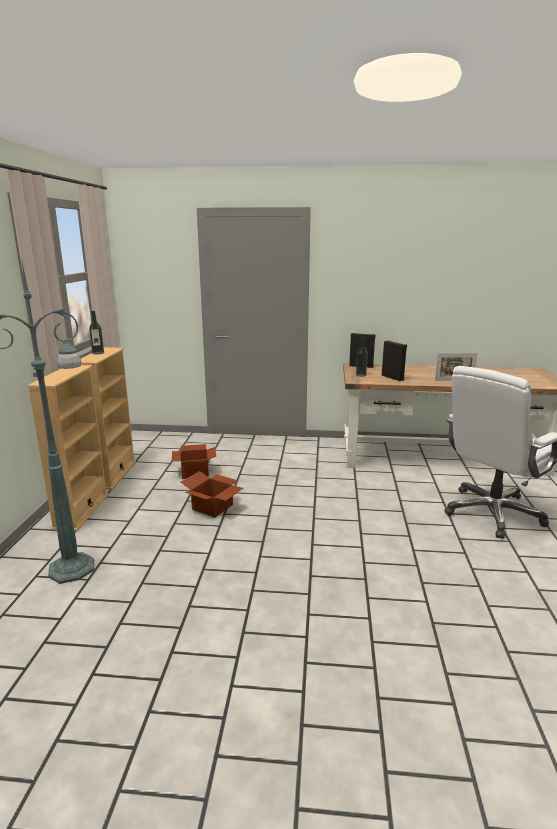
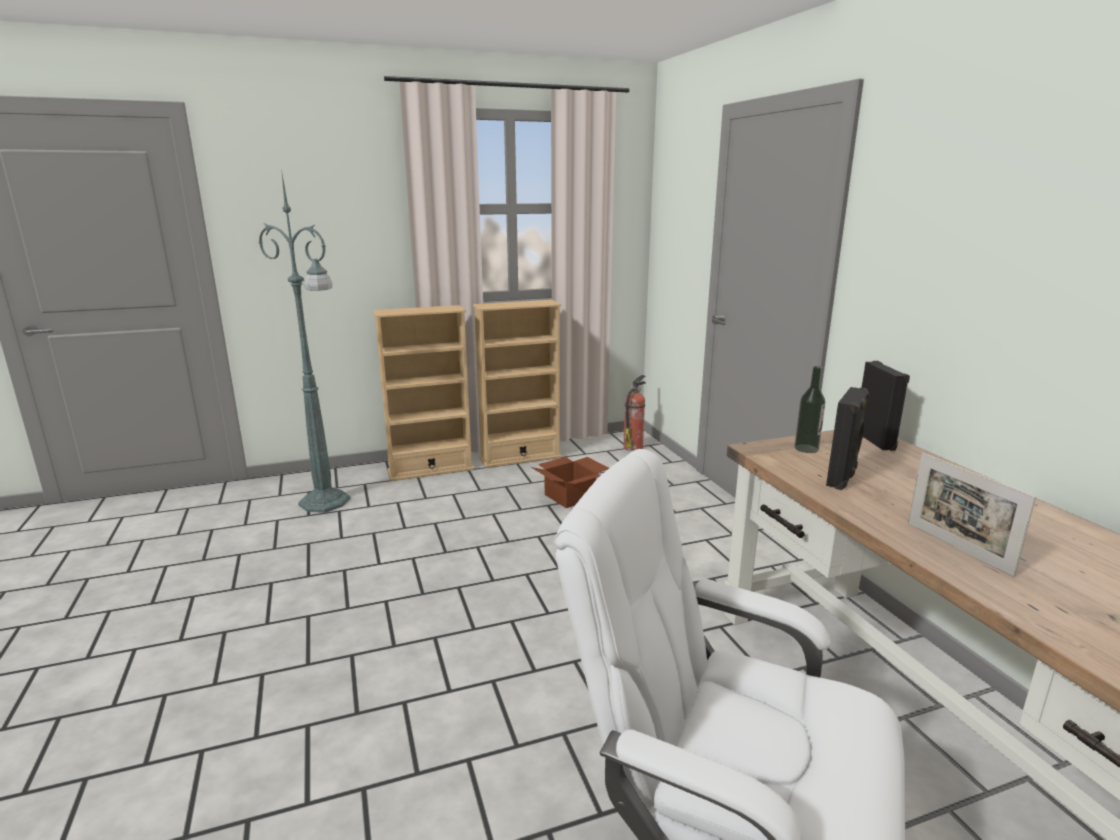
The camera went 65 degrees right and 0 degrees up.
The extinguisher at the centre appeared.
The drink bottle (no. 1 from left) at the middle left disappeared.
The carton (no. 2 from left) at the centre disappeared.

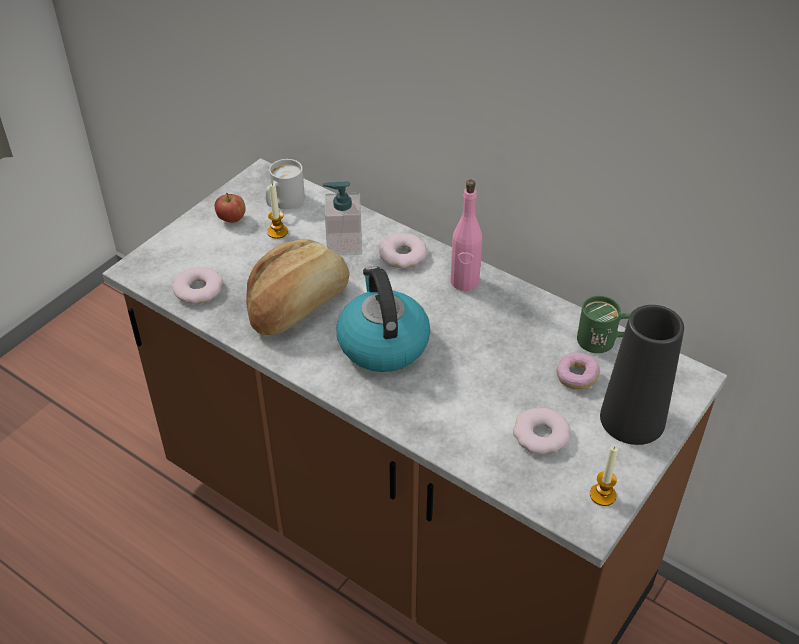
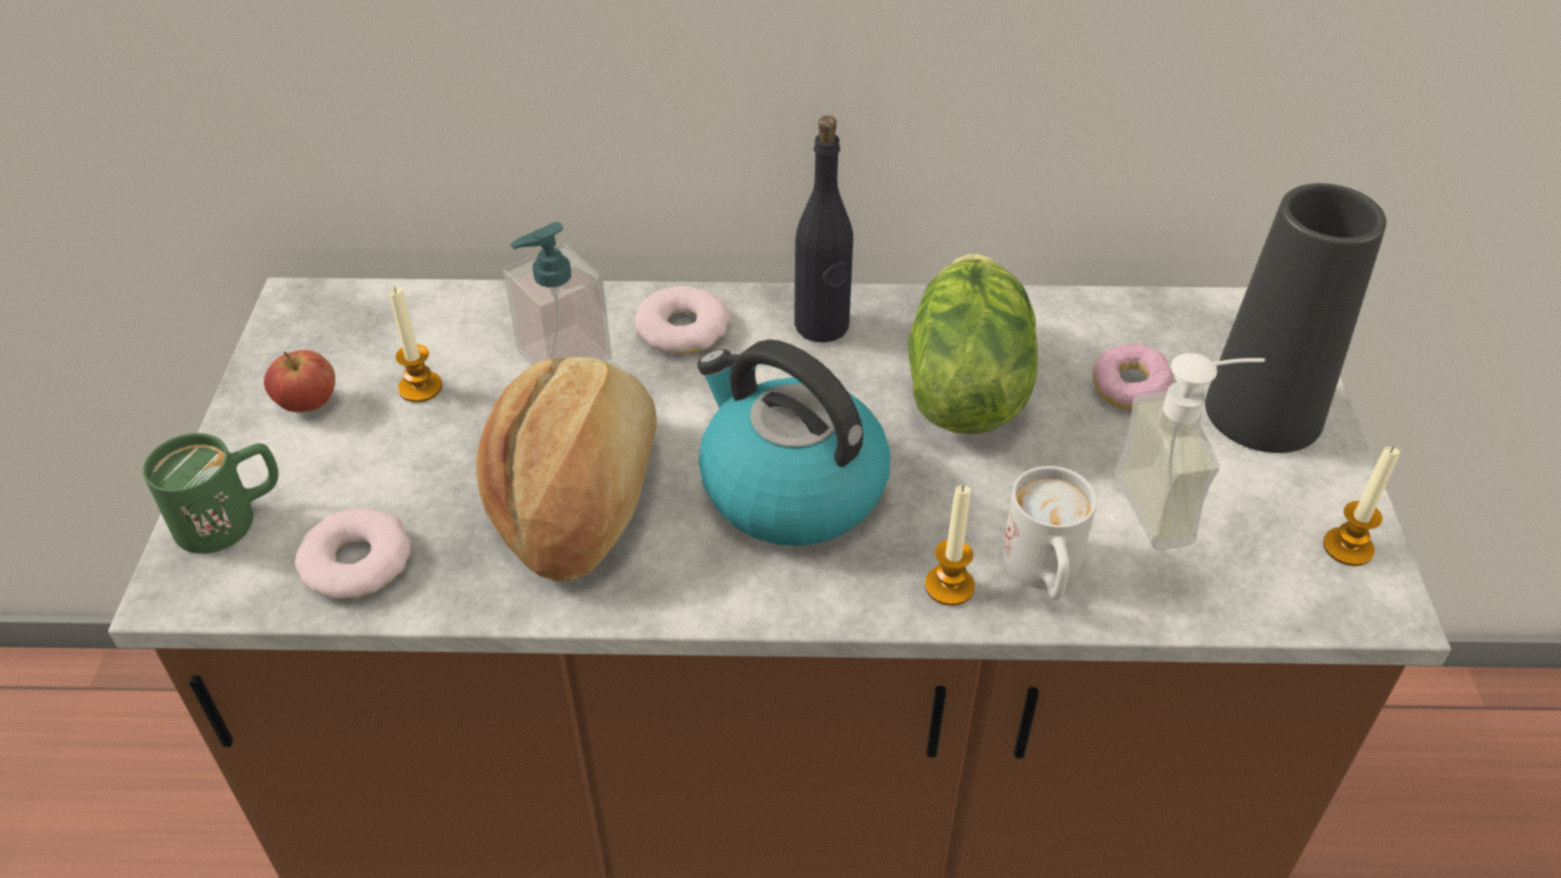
The camera went 35 degrees left and 0 degrees up.
The tea mug/green moved from the middle right to the middle left.
The drink bottle/pink at the centre became the drink bottle/black-coloured at the top centre.
The lettuce at the centre appeared.
The wax light (no. 2 from left) at the centre appeared.
The tea mug/white-coloured moved from the top centre to the middle right.
The donut (no. 3 from left) at the bottom right was replaced by the liquid soap bottle (no. 2 from left) at the middle right.

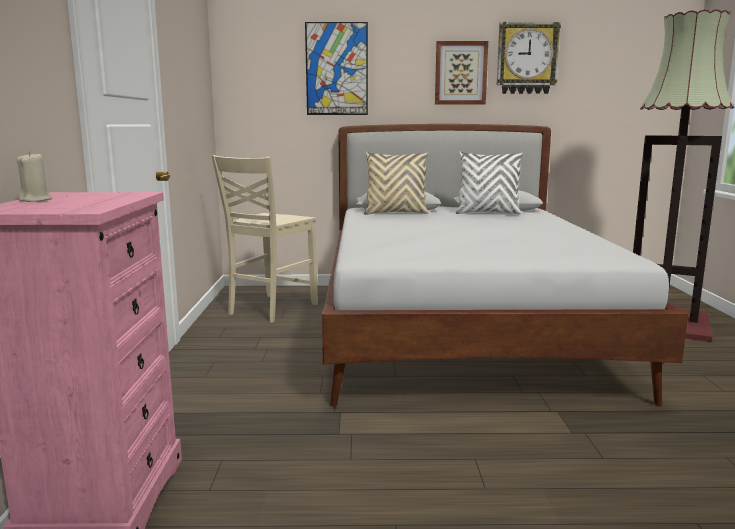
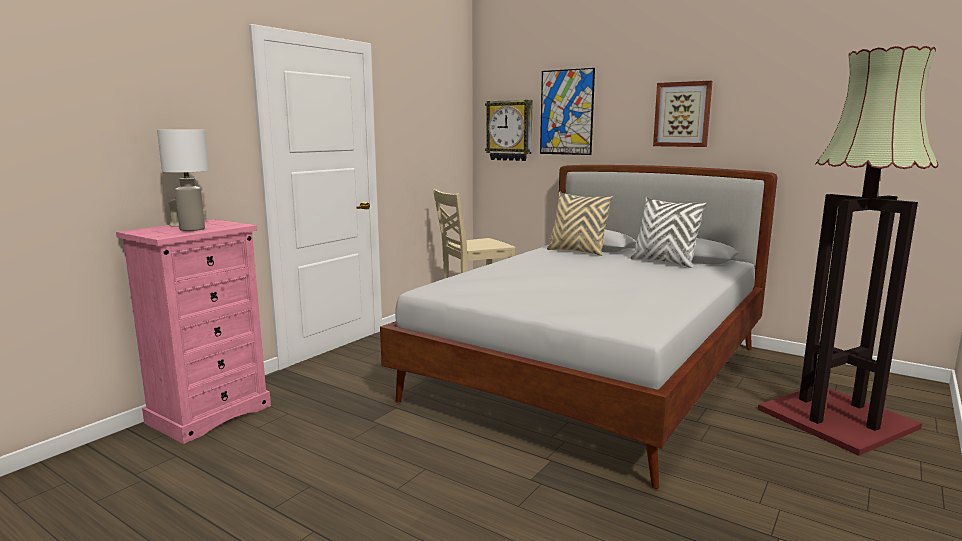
The camera went 35 degrees right and 0 degrees up.
The table lamp/white-coloured at the top left appeared.
The clock on the wall moved from the top right to the top centre.

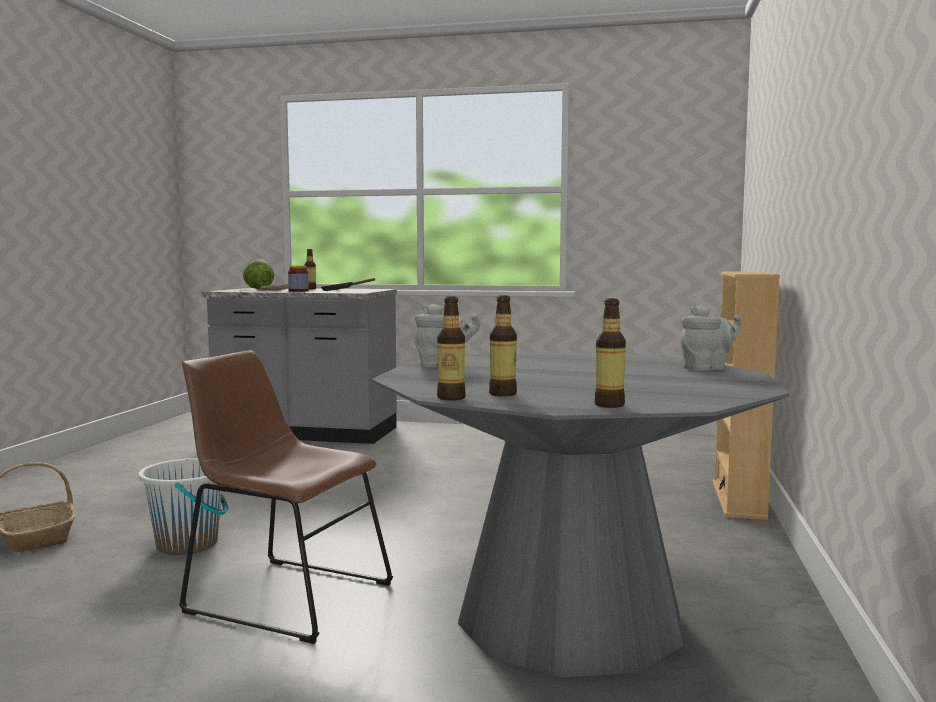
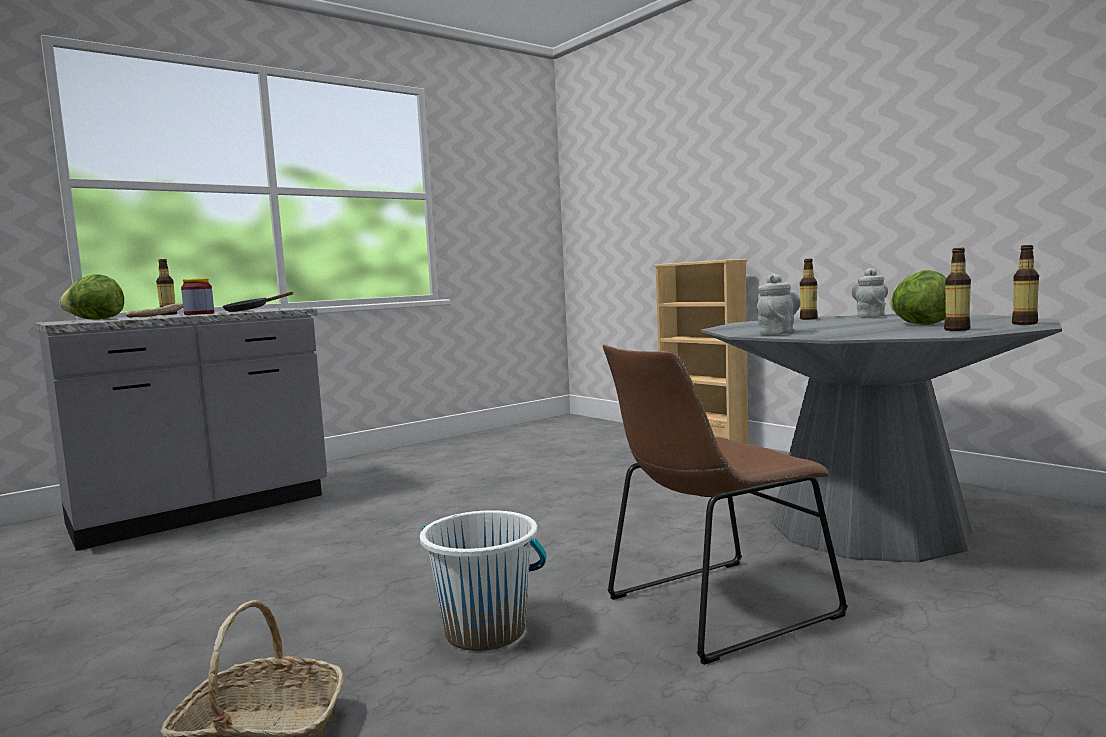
The camera went 50 degrees left and 0 degrees up.
The drink bottle (no. 2 from left) moved from the centre to the middle right.
The lettuce (no. 2 from left) at the middle right appeared.

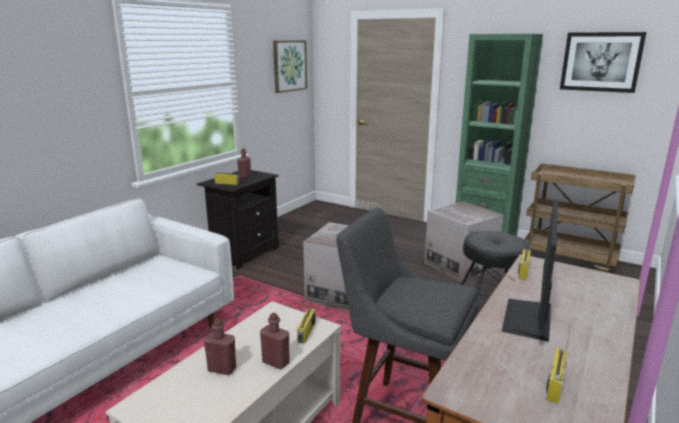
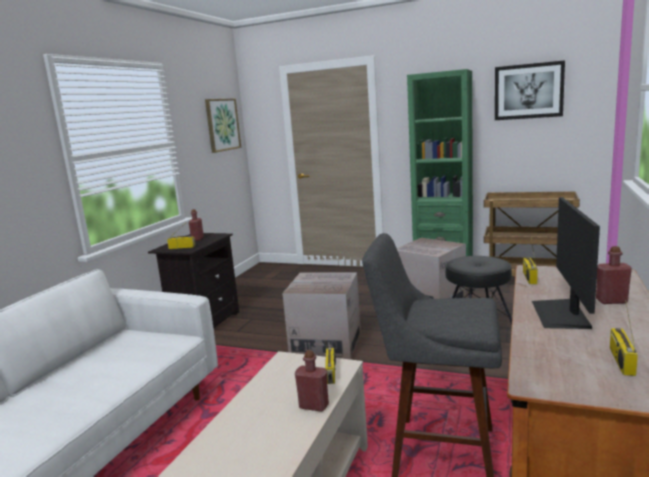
The camera went 10 degrees left and 5 degrees down.
The drink bottle/red-coloured (no. 1 from left in the first image) moved from the bottom left to the middle right.

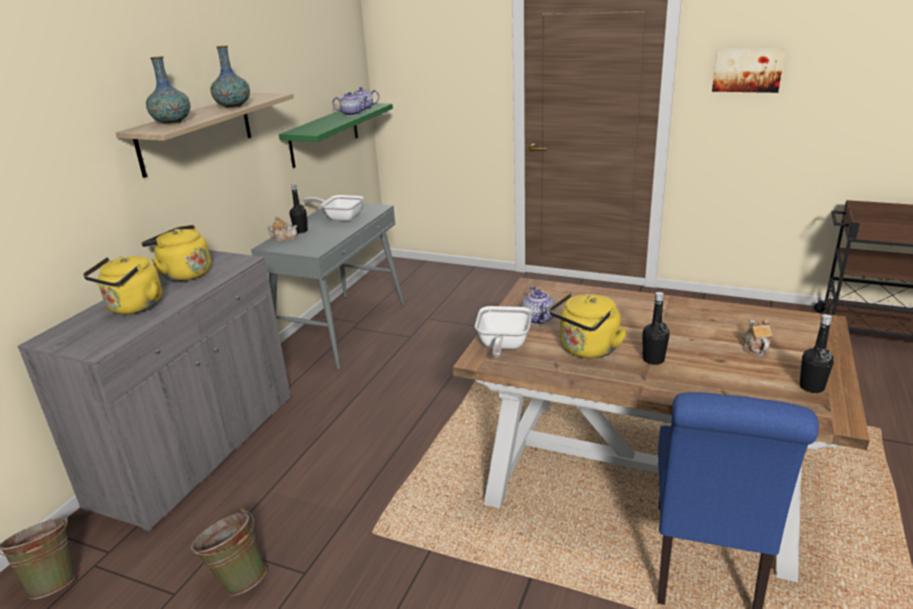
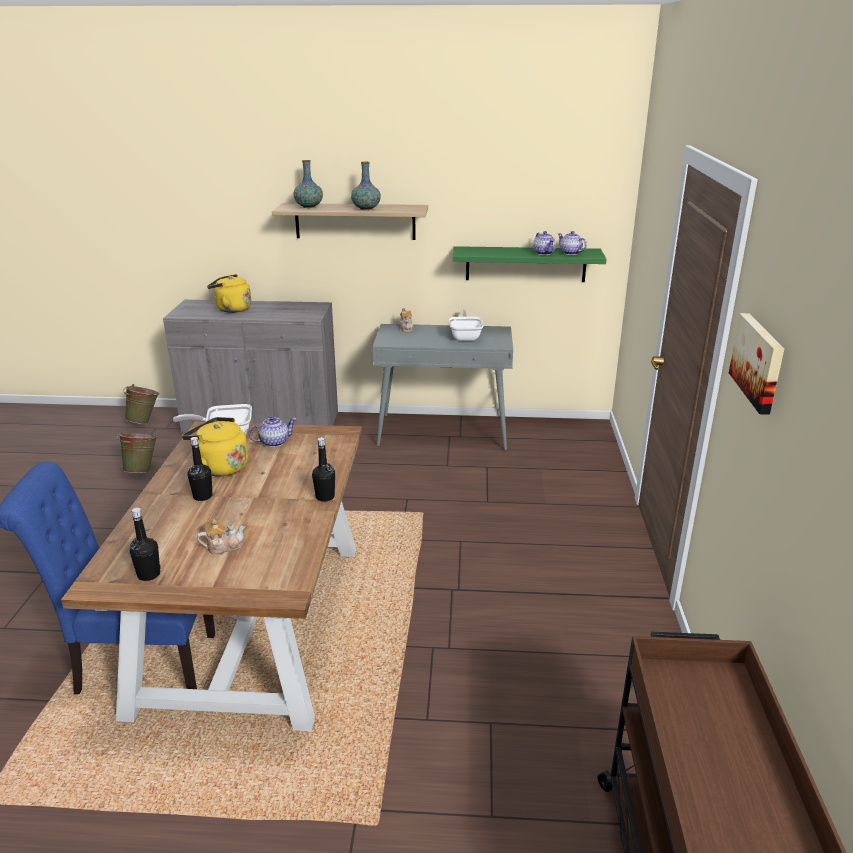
The camera went 70 degrees right and 0 degrees up.
The drink bottle/black-coloured (no. 1 from left in the first image) moved from the middle left to the centre.
The water kettle/yellowish (no. 2 from left) at the middle left disappeared.

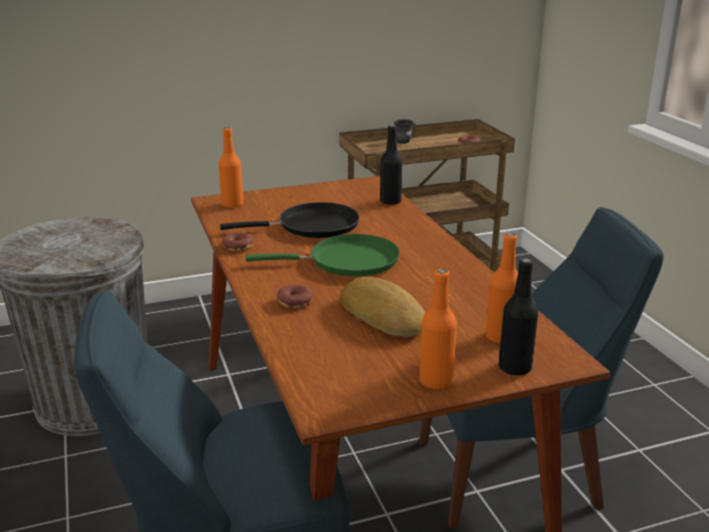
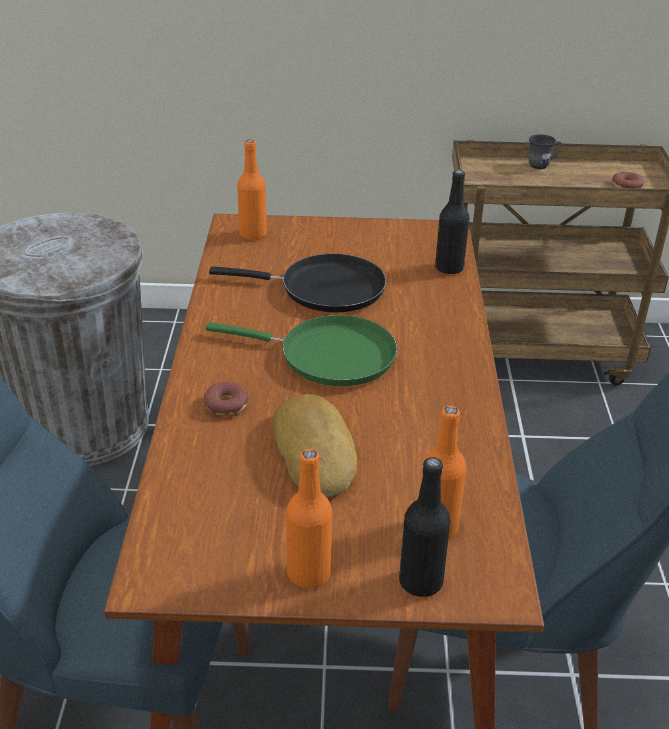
The camera went 20 degrees right and 10 degrees up.
The donut (no. 1 from left) at the centre disappeared.

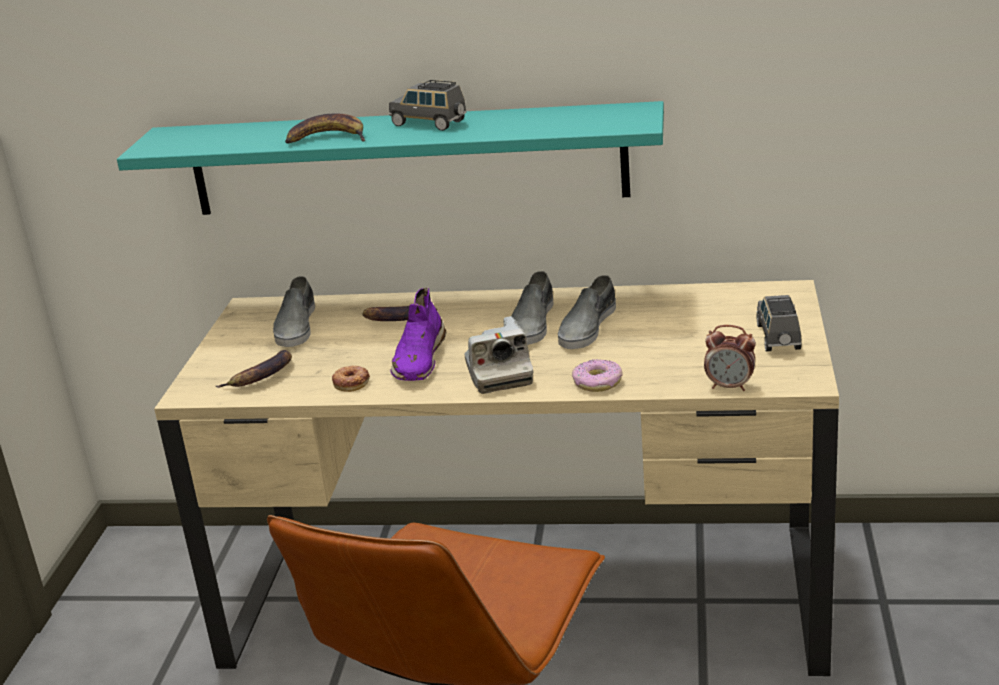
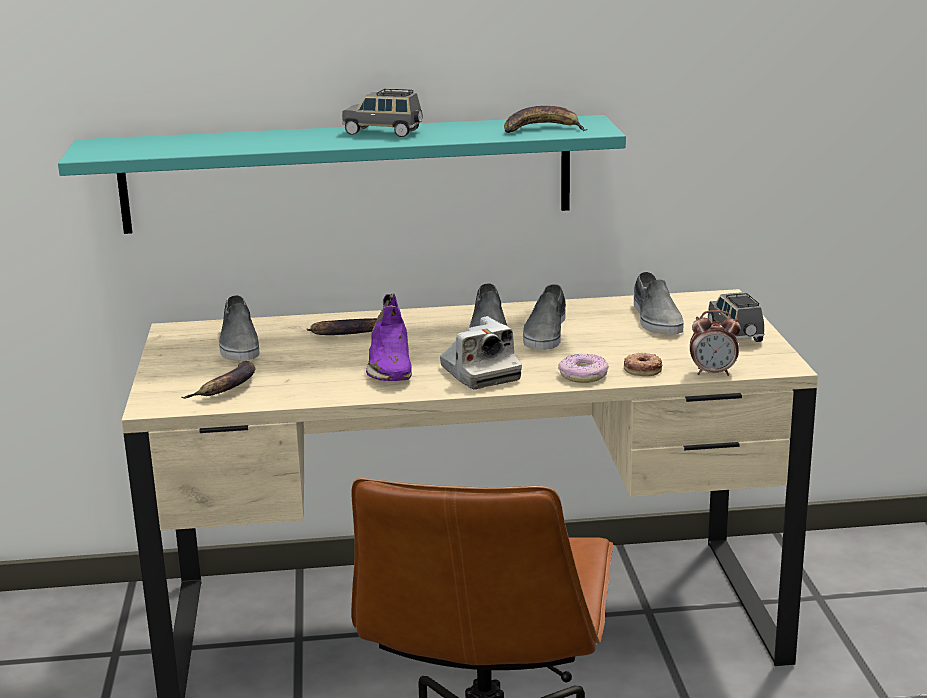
The camera went 15 degrees left and 5 degrees down.
The banana fruit (no. 2 from left in the first image) moved from the top left to the top centre.
The donut (no. 1 from left in the first image) moved from the centre to the middle right.
The item of footwear/gray (no. 4 from left) at the middle right appeared.

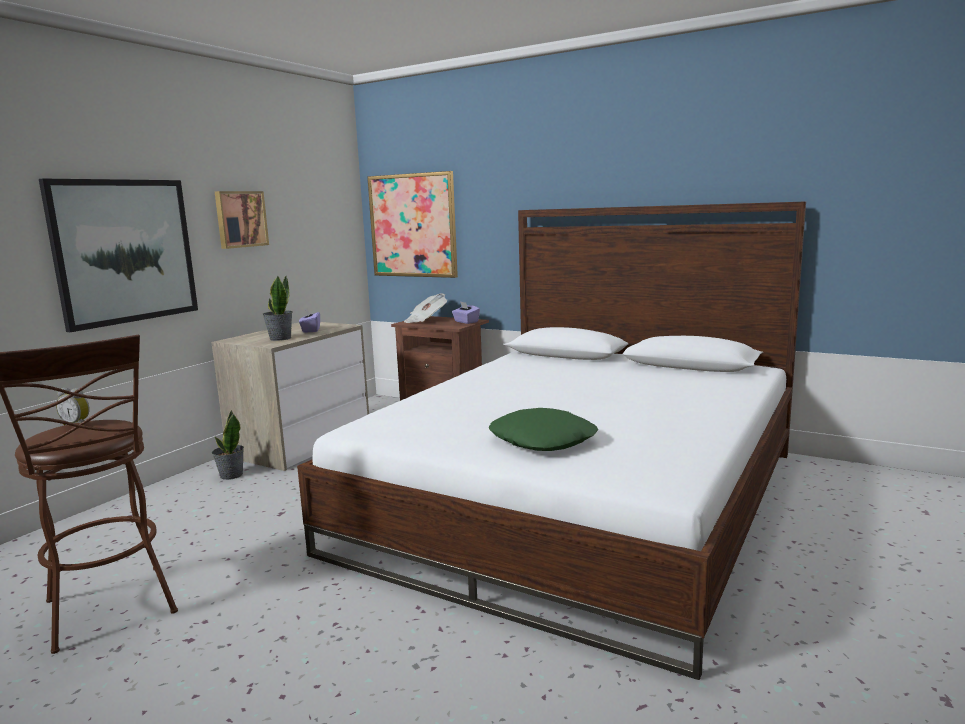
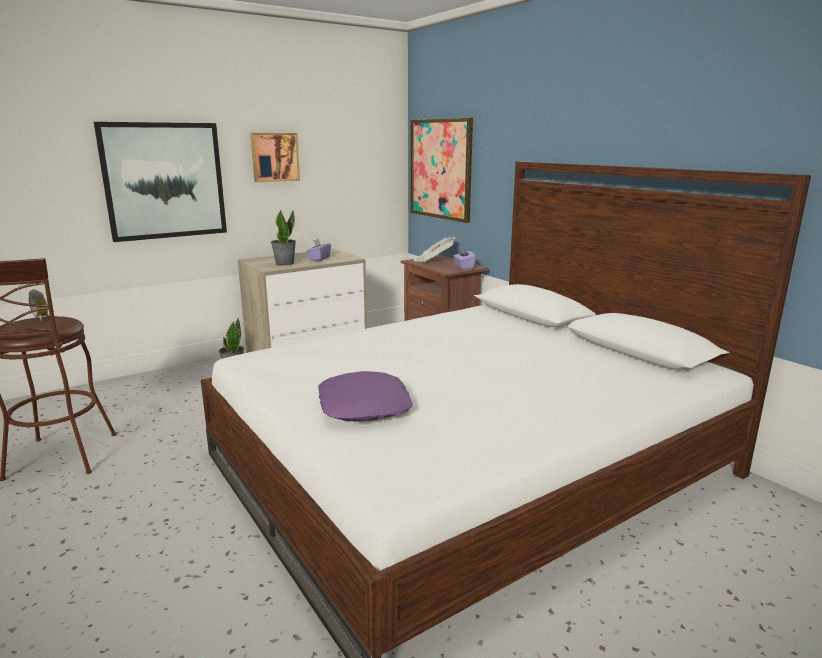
The camera went 25 degrees right and 5 degrees up.
The throw pillow/green at the centre became the throw pillow/purplish at the centre.

